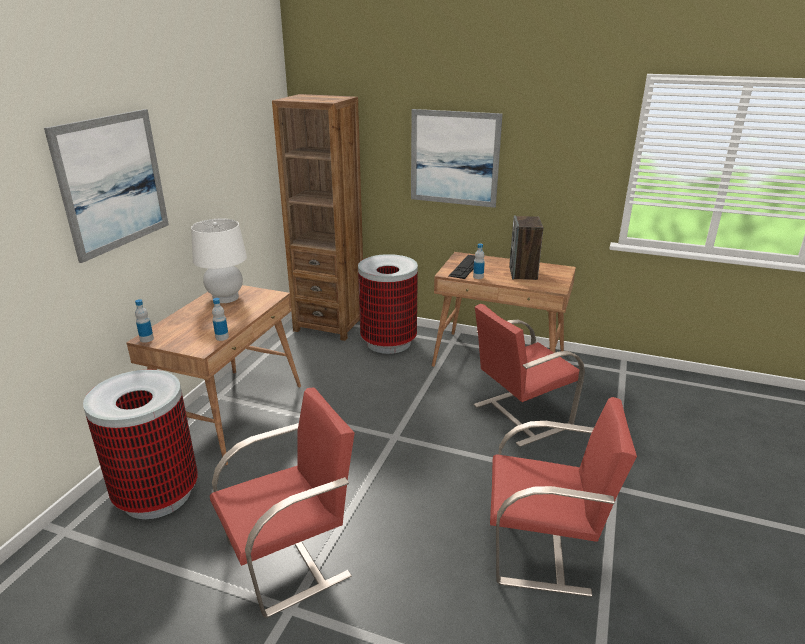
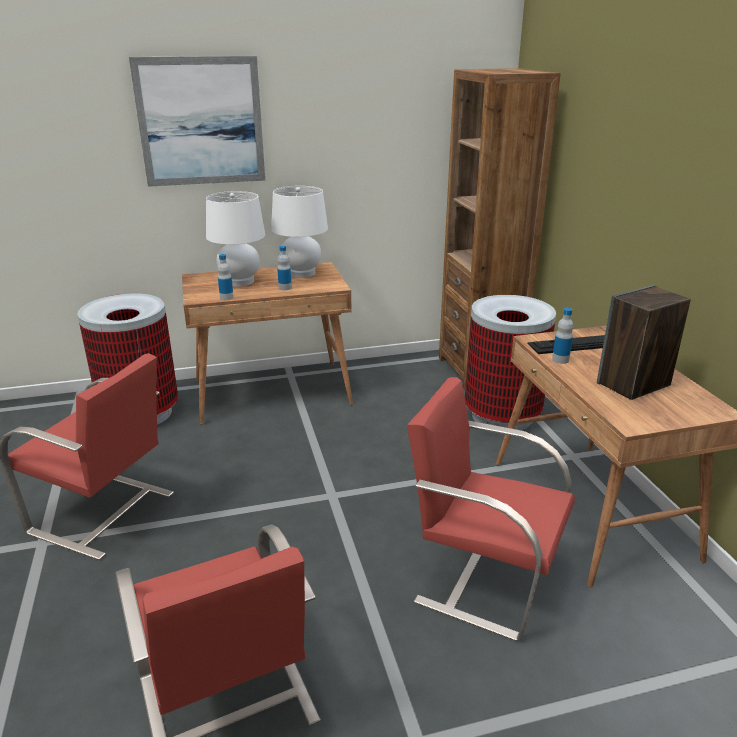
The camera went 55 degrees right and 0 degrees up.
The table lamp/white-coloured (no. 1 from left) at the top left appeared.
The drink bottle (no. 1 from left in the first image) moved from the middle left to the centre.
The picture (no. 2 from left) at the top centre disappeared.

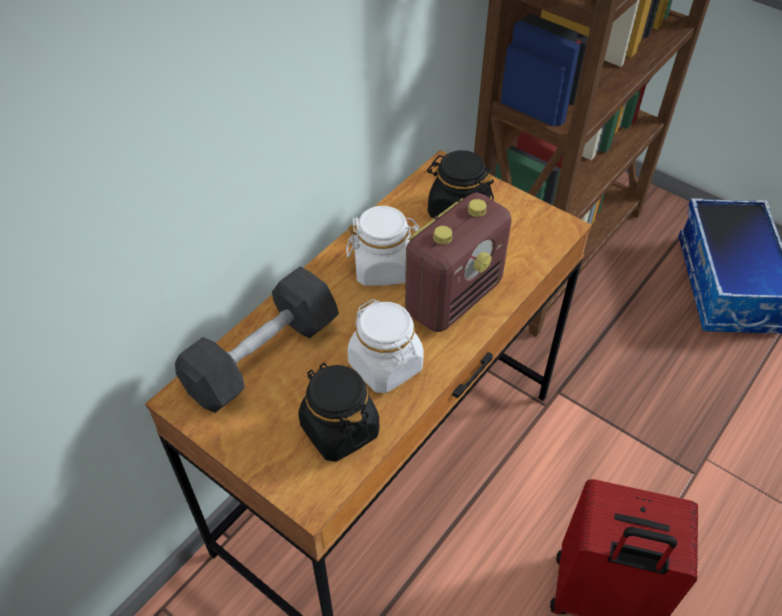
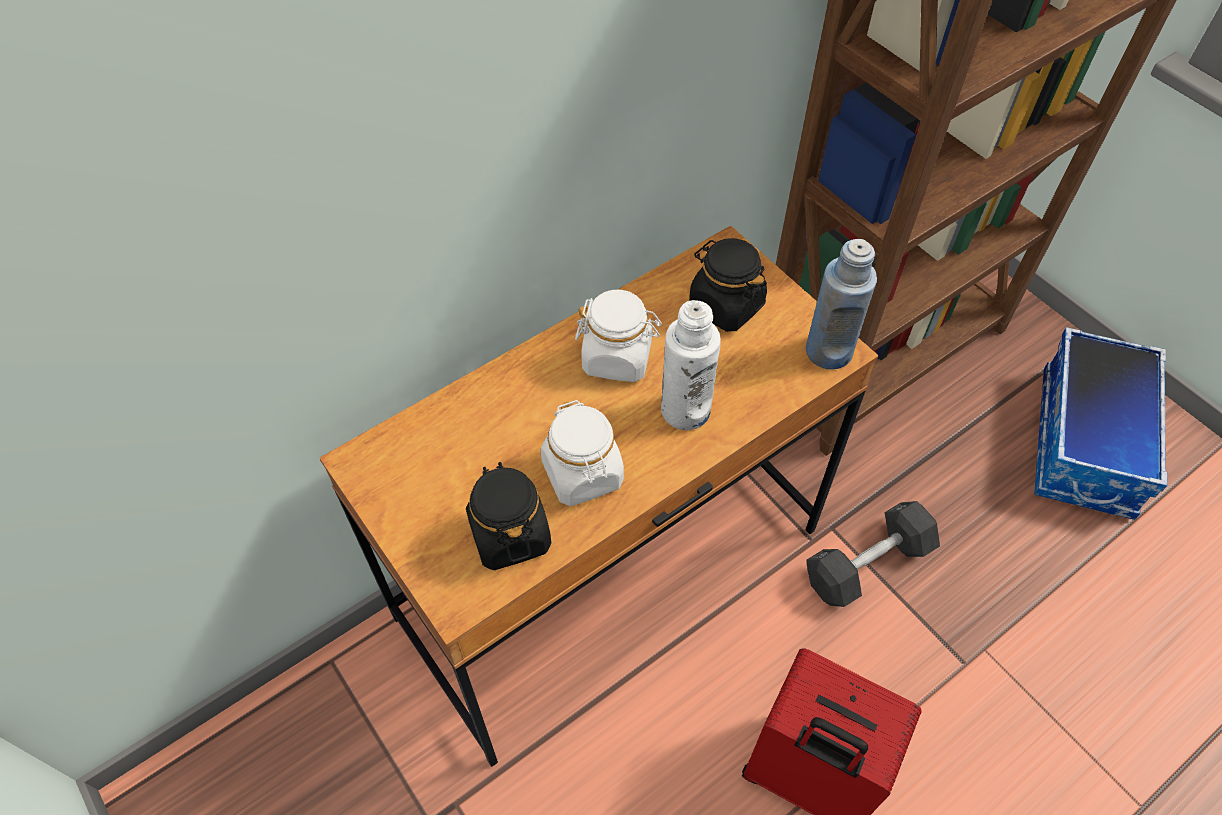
The camera went 15 degrees right and 5 degrees up.
The radio at the centre was replaced by the drink bottle/white-coloured at the centre.
The drink bottle/blue at the middle right appeared.
The dumbbell/gray moved from the middle left to the bottom right.

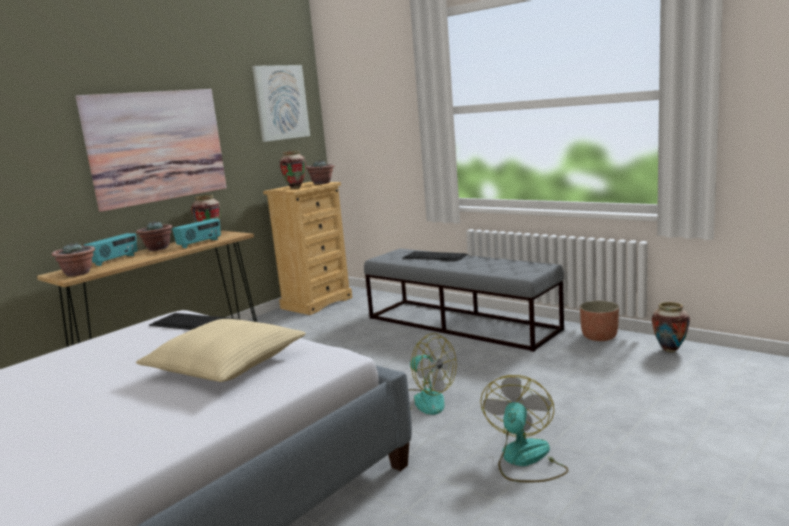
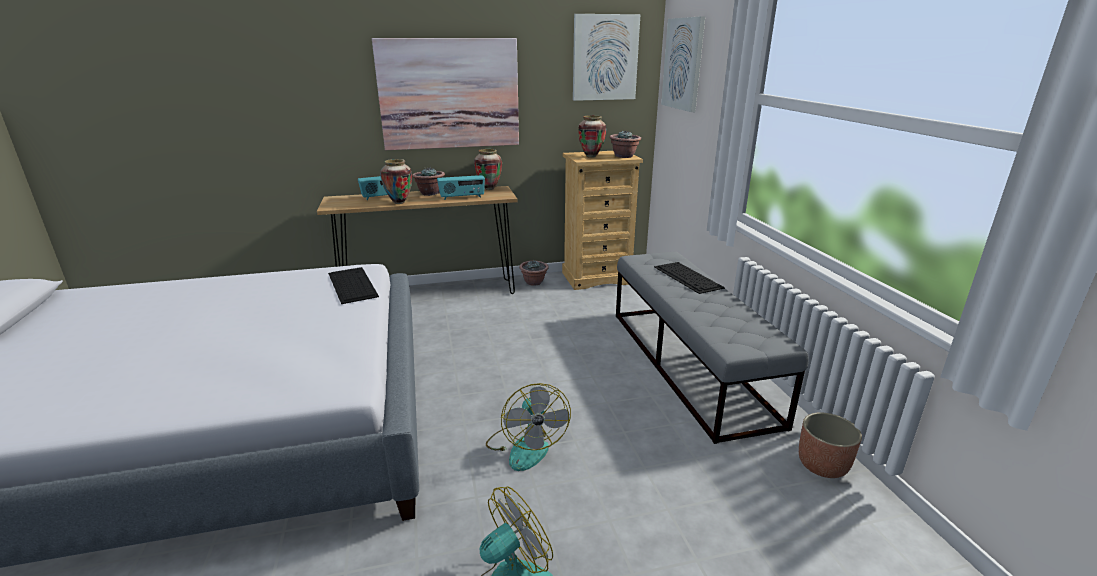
The camera went 35 degrees right and 10 degrees up.
The decorative vase (no. 3 from left in the first image) moved from the middle right to the top centre.
The houseplant (no. 1 from left in the first image) moved from the middle left to the centre.
The picture (no. 3 from left) at the top centre appeared.
The throw pillow/beige at the middle left disappeared.

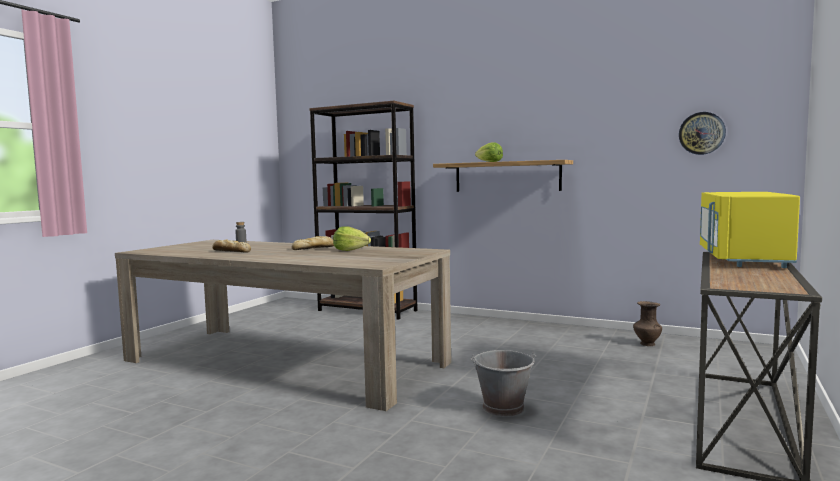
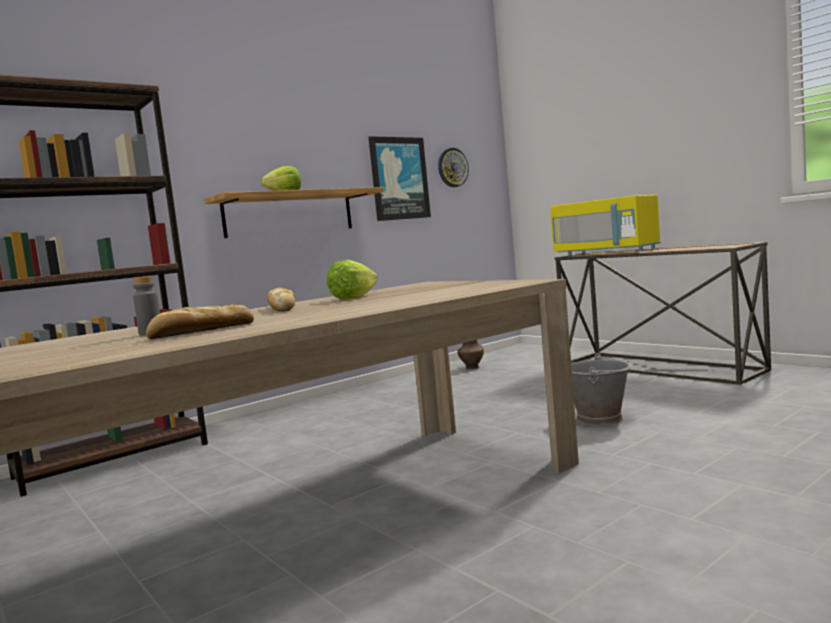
The camera went 65 degrees left and 0 degrees up.
The picture at the top centre appeared.

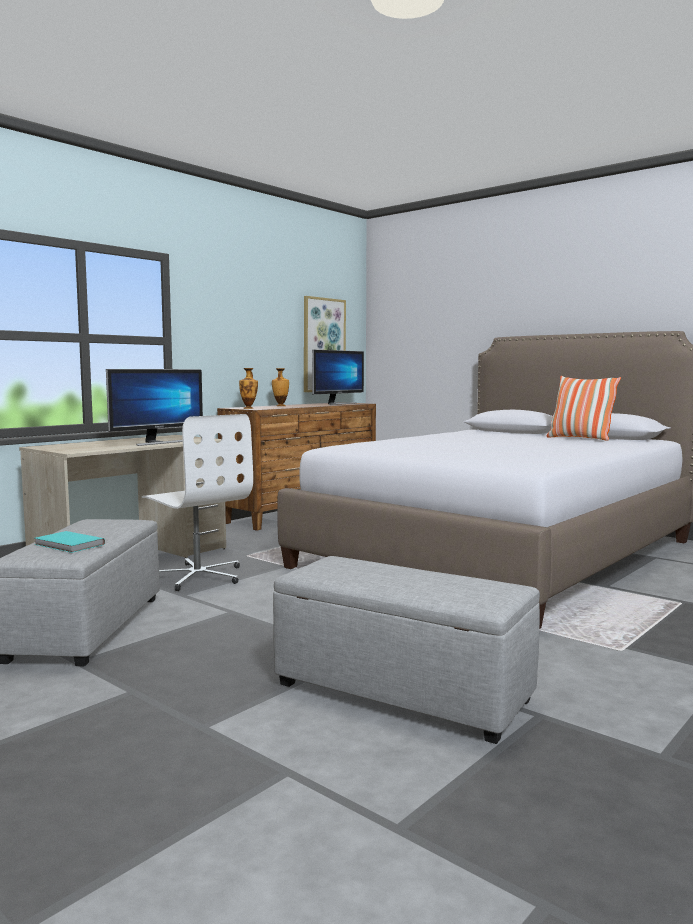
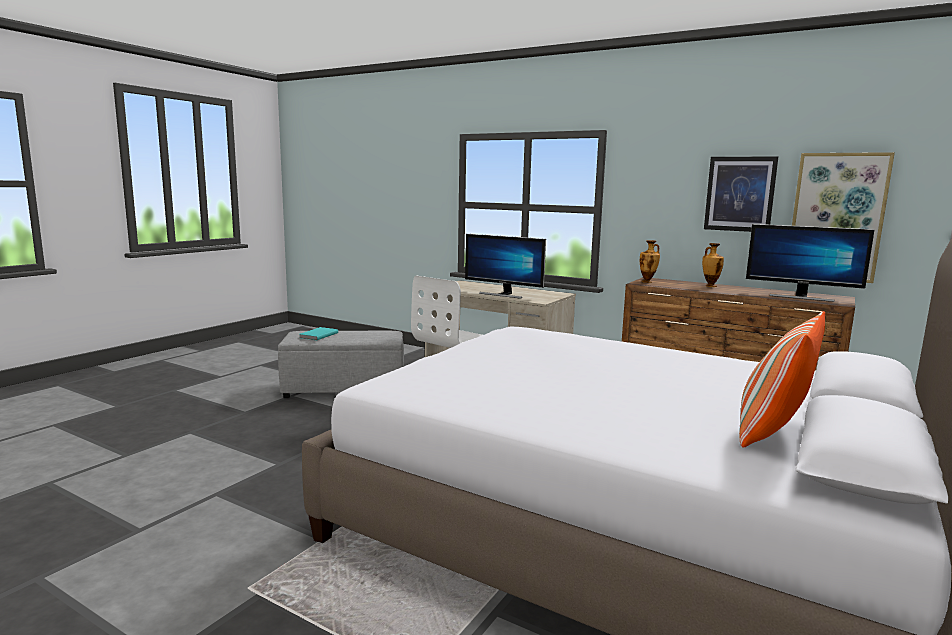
The camera went 80 degrees right and 5 degrees up.
The picture (no. 1 from left) at the top right appeared.
The footrest/gray (no. 2 from left) at the bottom centre disappeared.

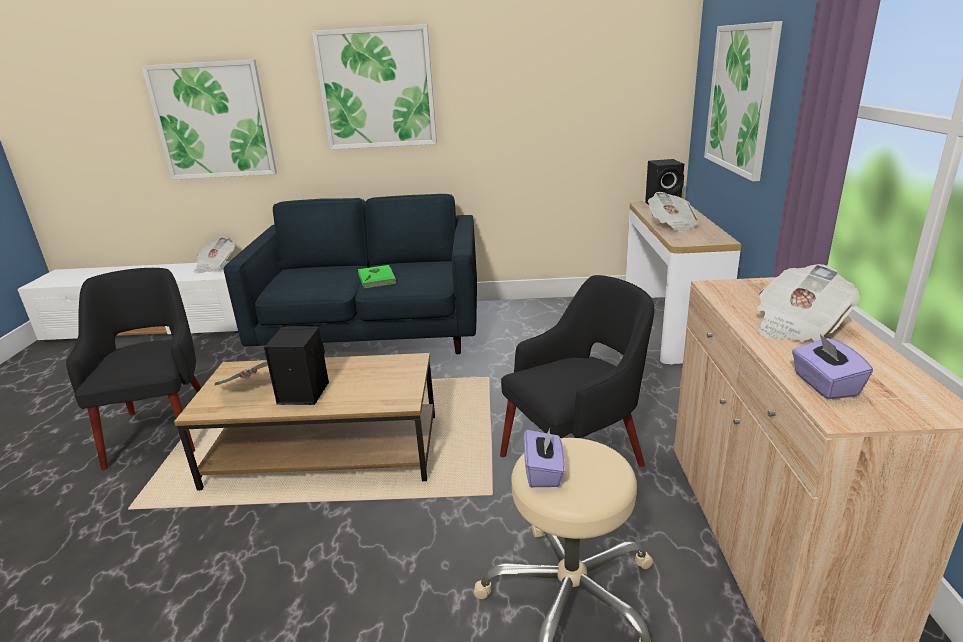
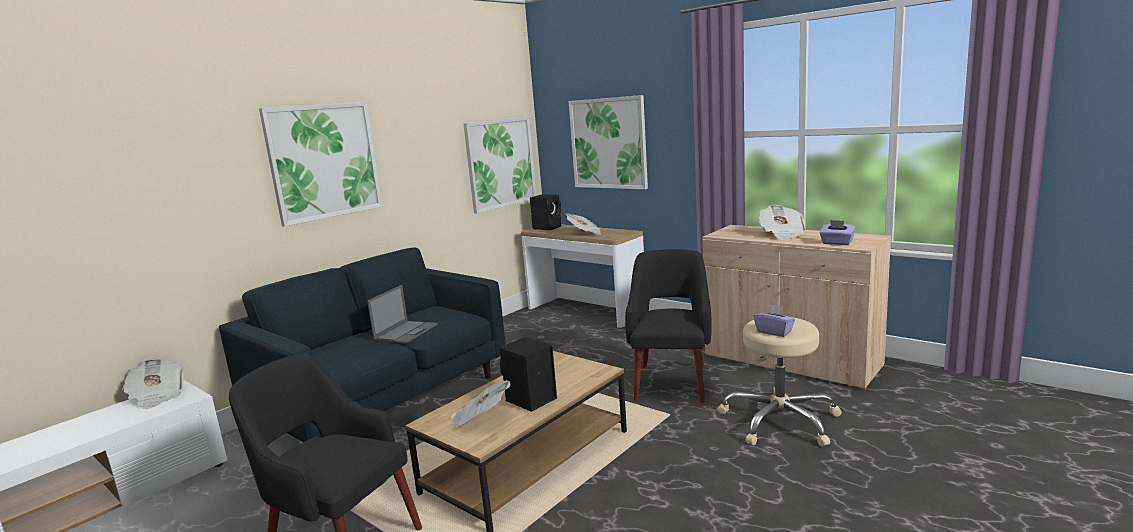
The camera went 50 degrees left and 10 degrees down.
The book/green at the centre was replaced by the portable computer at the centre.
The picture (no. 1 from left in the first image) moved from the top left to the top centre.

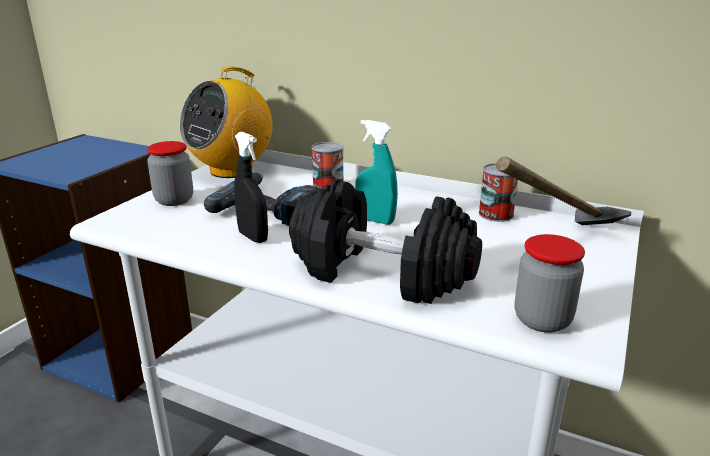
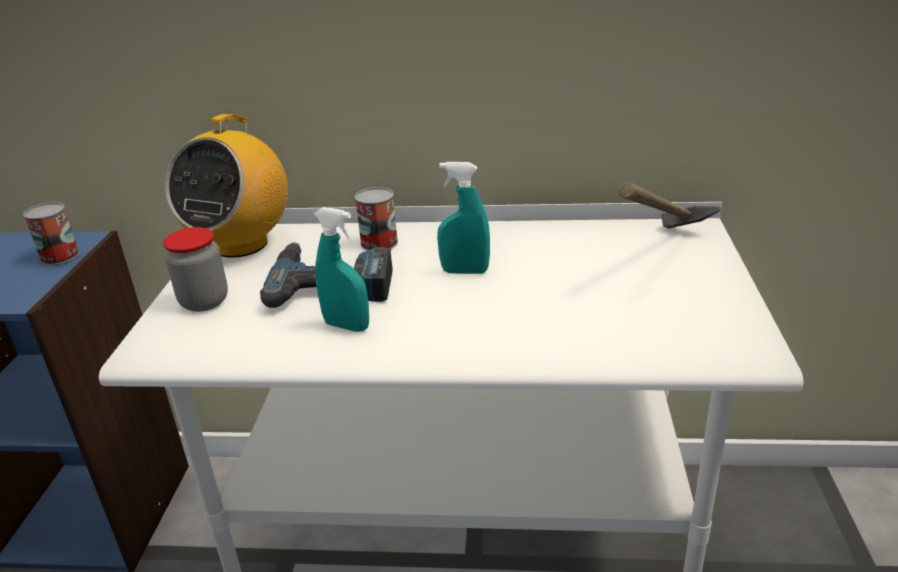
The camera went 20 degrees left and 5 degrees up.
The metal can (no. 2 from left in the first image) moved from the middle right to the middle left.
The sprayer/black-coloured at the centre became the sprayer/turquoise-coloured (no. 1 from left) at the centre.
The dumbbell/black-coloured at the centre disappeared.
The jar (no. 2 from left) at the middle right disappeared.

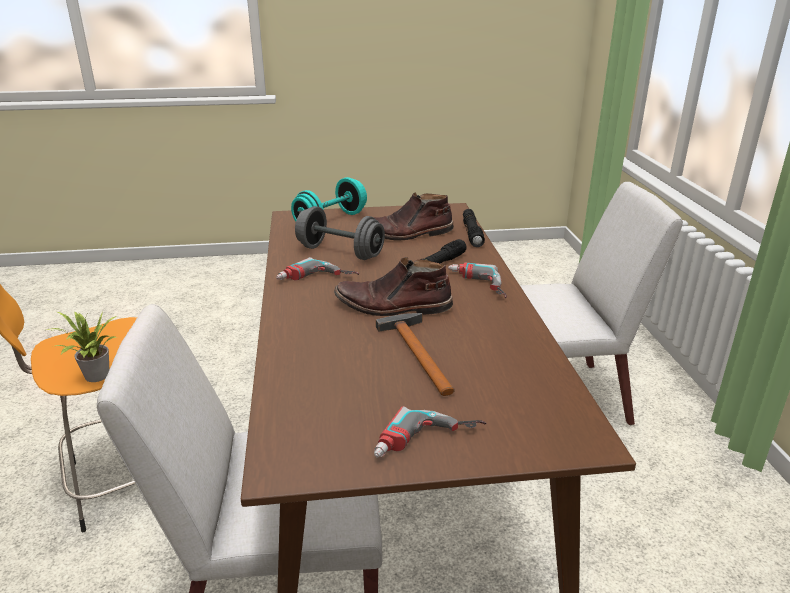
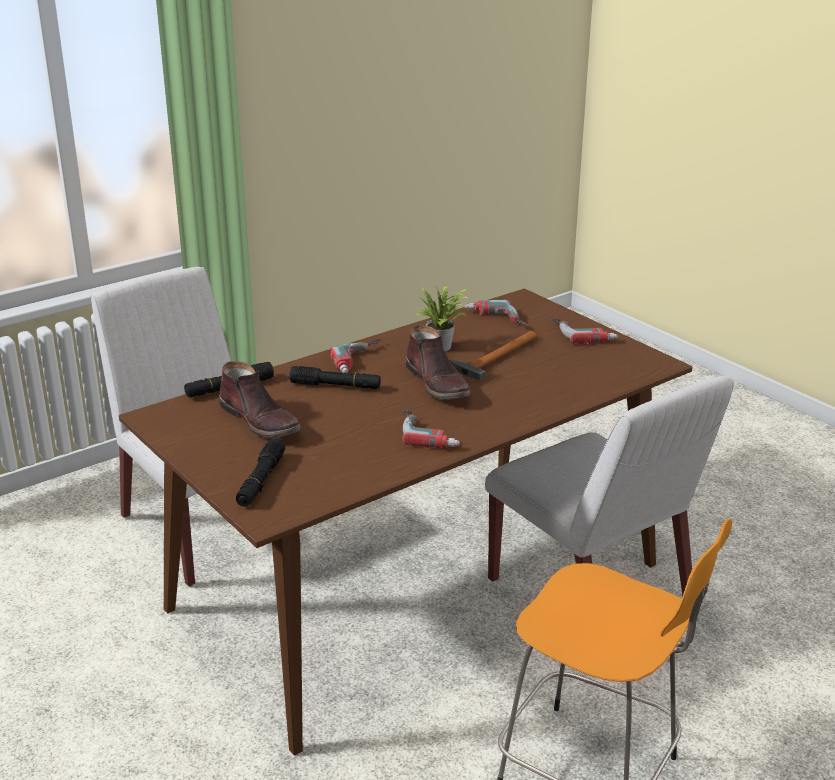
The camera went 120 degrees left and 0 degrees up.
The dumbbell/turquoise-coloured at the centre was replaced by the flashlight/black-coloured (no. 2 from left) at the middle left.
The houseplant moved from the middle left to the centre.
The electric drill (no. 3 from left) at the centre appeared.
The dumbbell/gray at the centre disappeared.

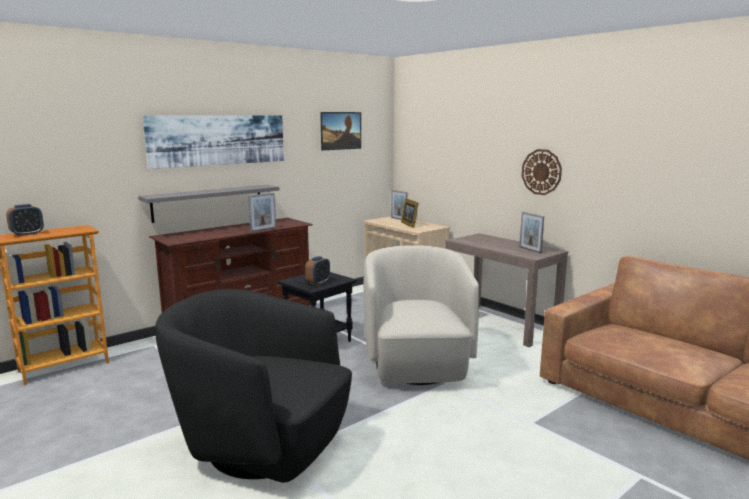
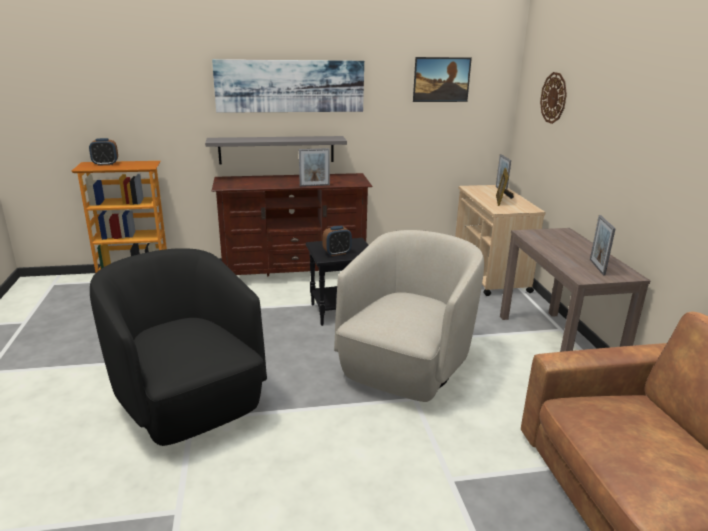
The camera went 30 degrees right and 10 degrees up.
The clock on the wall moved from the middle right to the top right.

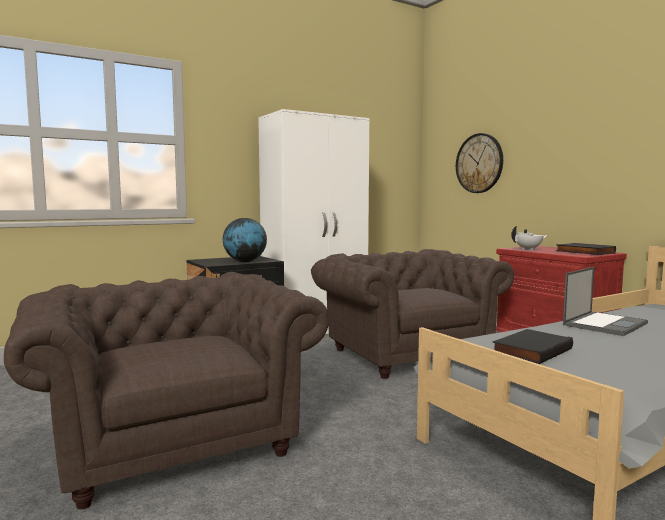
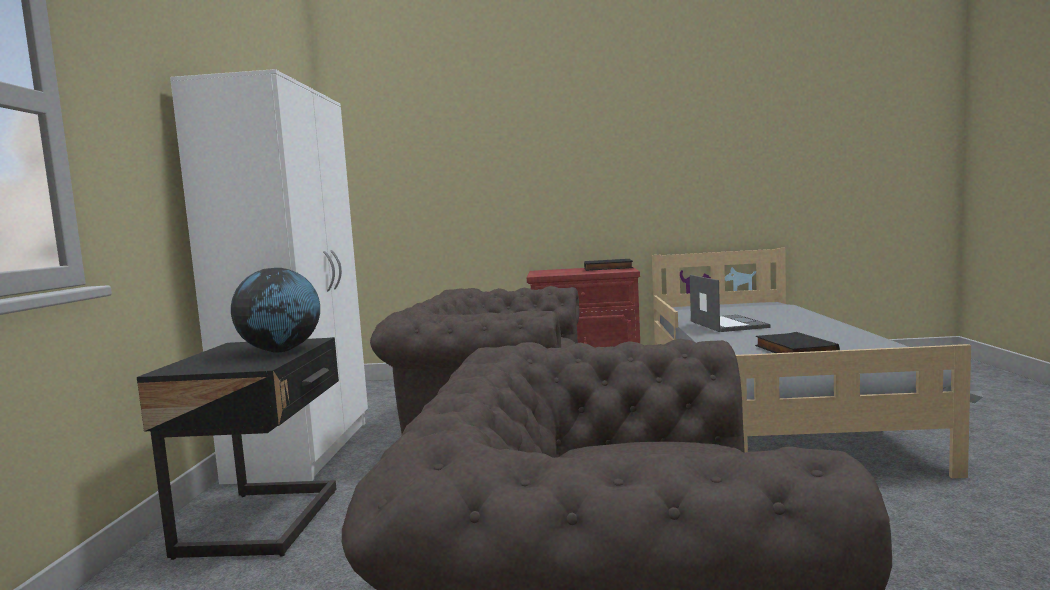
The camera went 55 degrees left and 0 degrees up.
The clock on the wall at the top right disappeared.
The pot for tea/white-coloured at the middle right disappeared.

